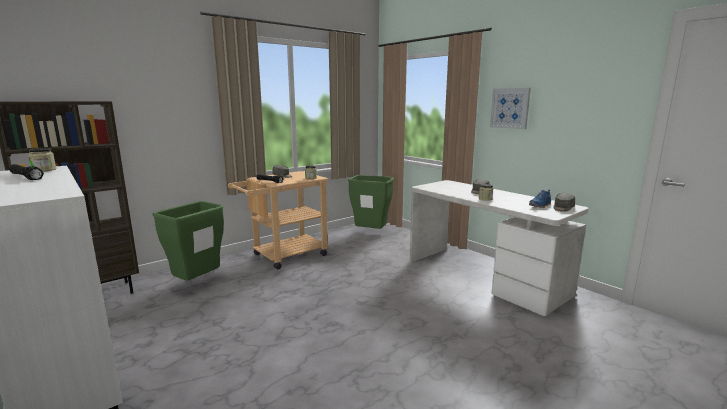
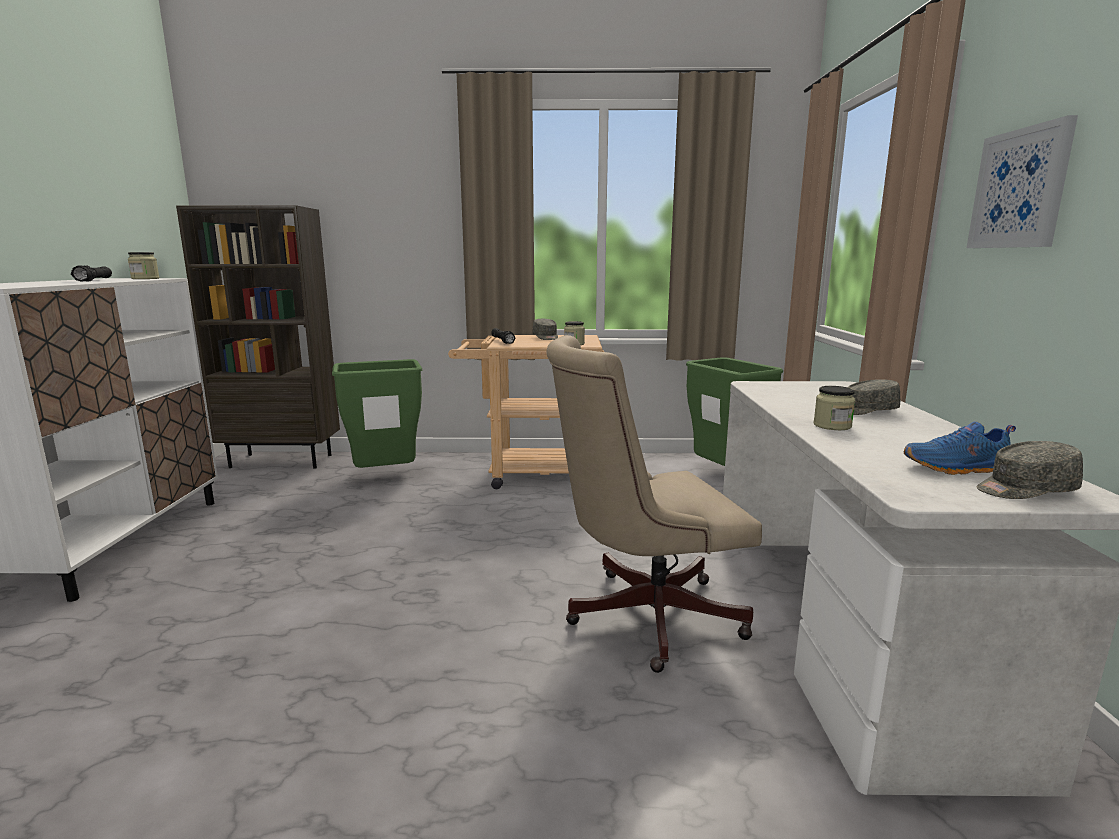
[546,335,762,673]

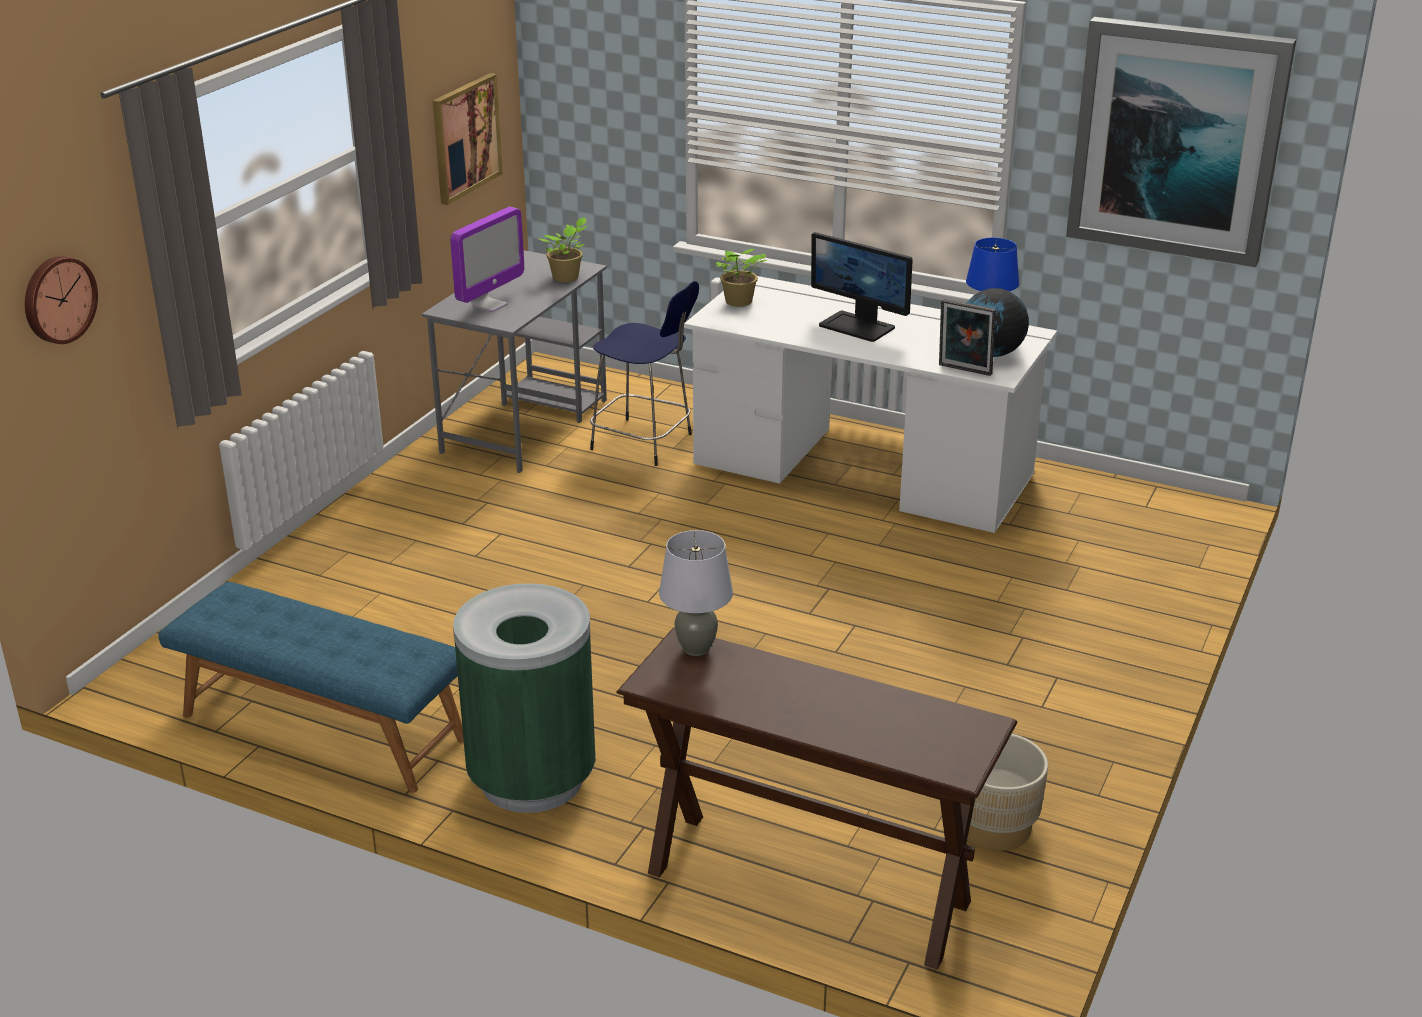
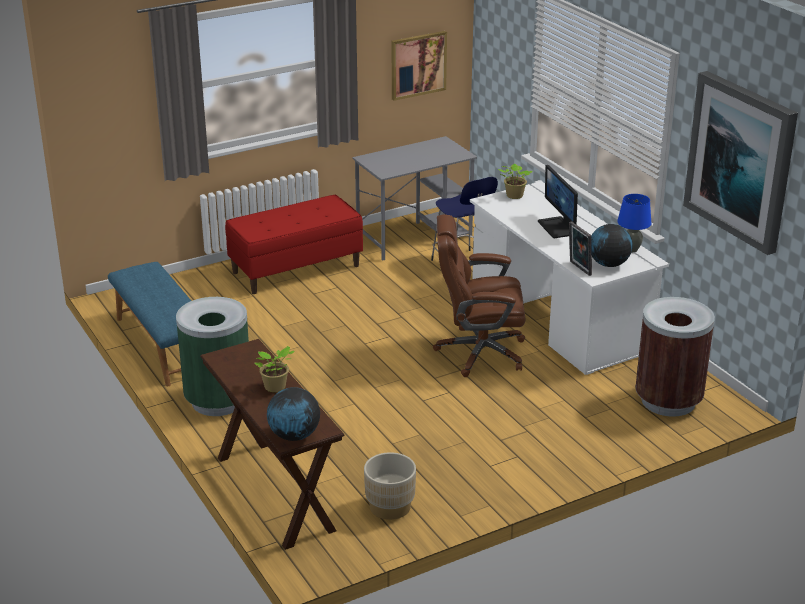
[25,256,98,344] (first image)
[450,207,524,312] (first image)
[254,346,295,392]
[659,530,733,656] (first image)
[225,195,363,294]
[267,387,320,441]
[433,214,525,377]
[635,297,715,417]

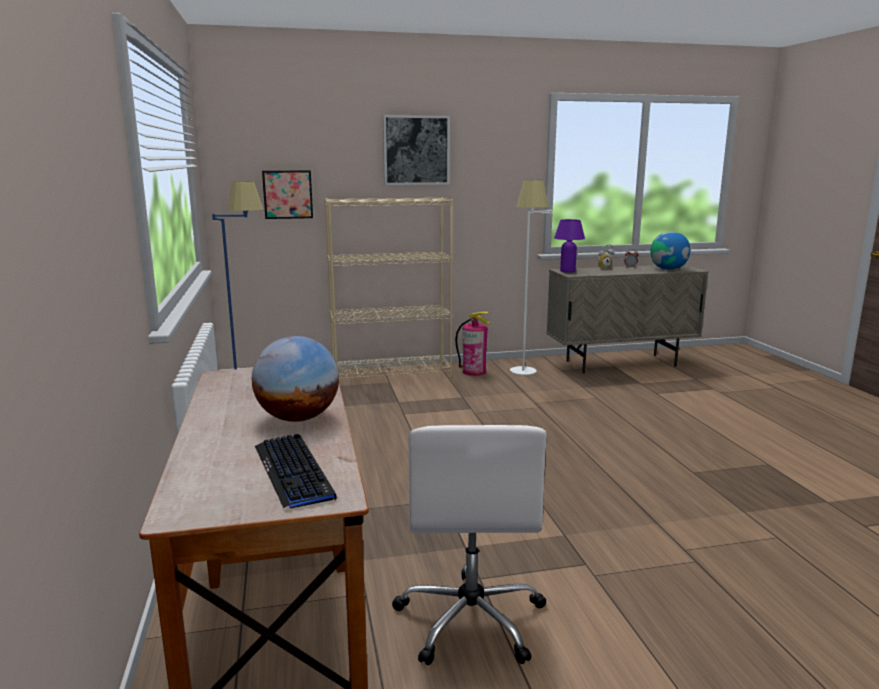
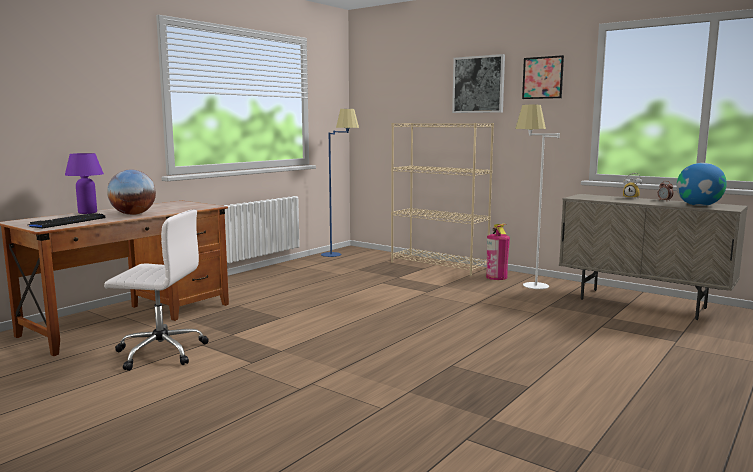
[522,55,564,99]
[104,210,209,371]
[65,153,104,214]

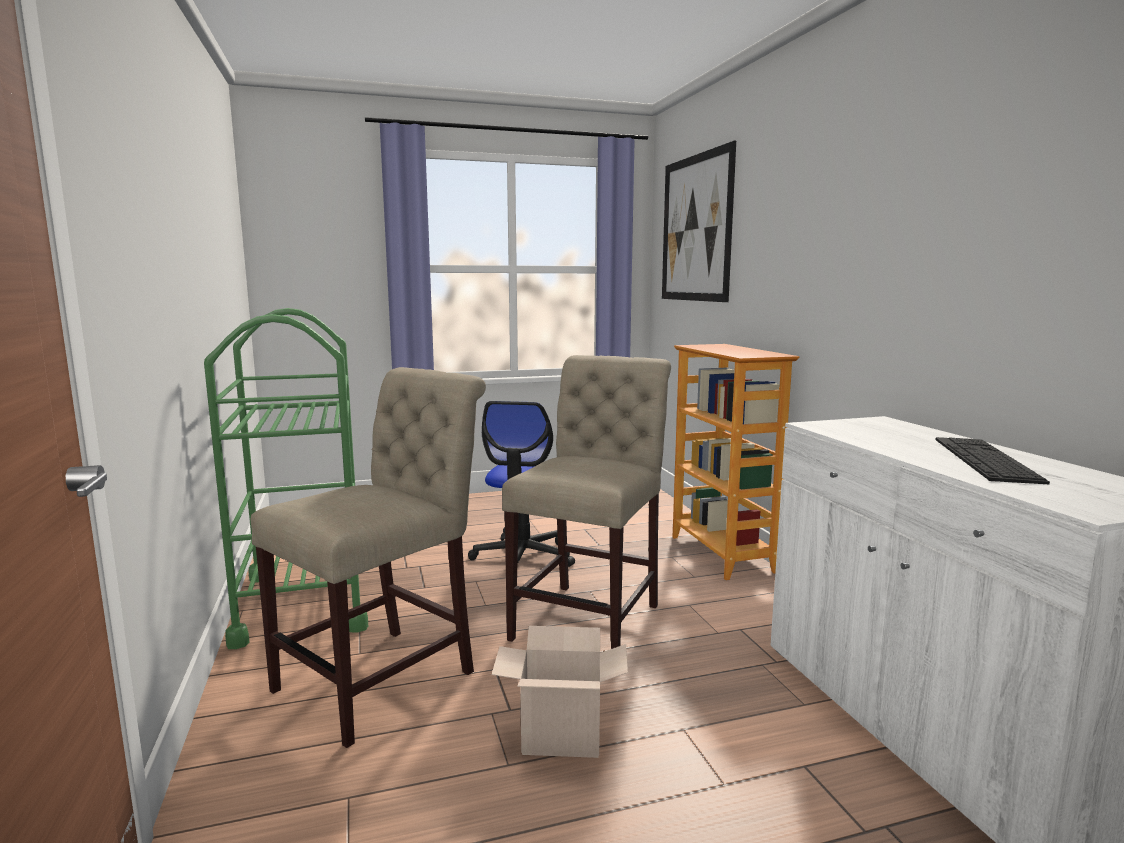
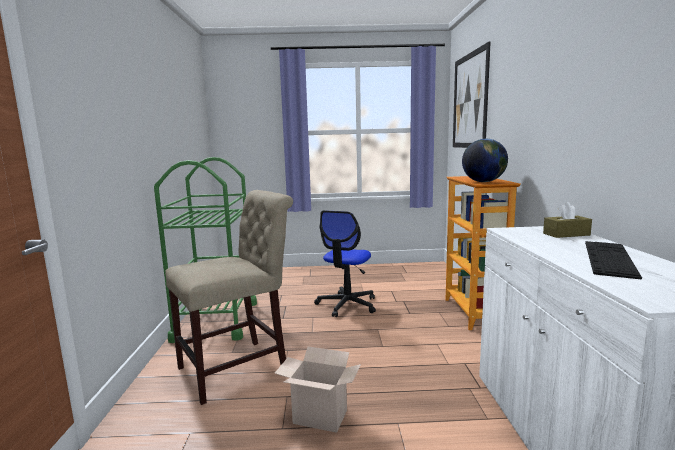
[502,355,671,649] (first image)
[462,139,508,182]
[543,202,592,238]

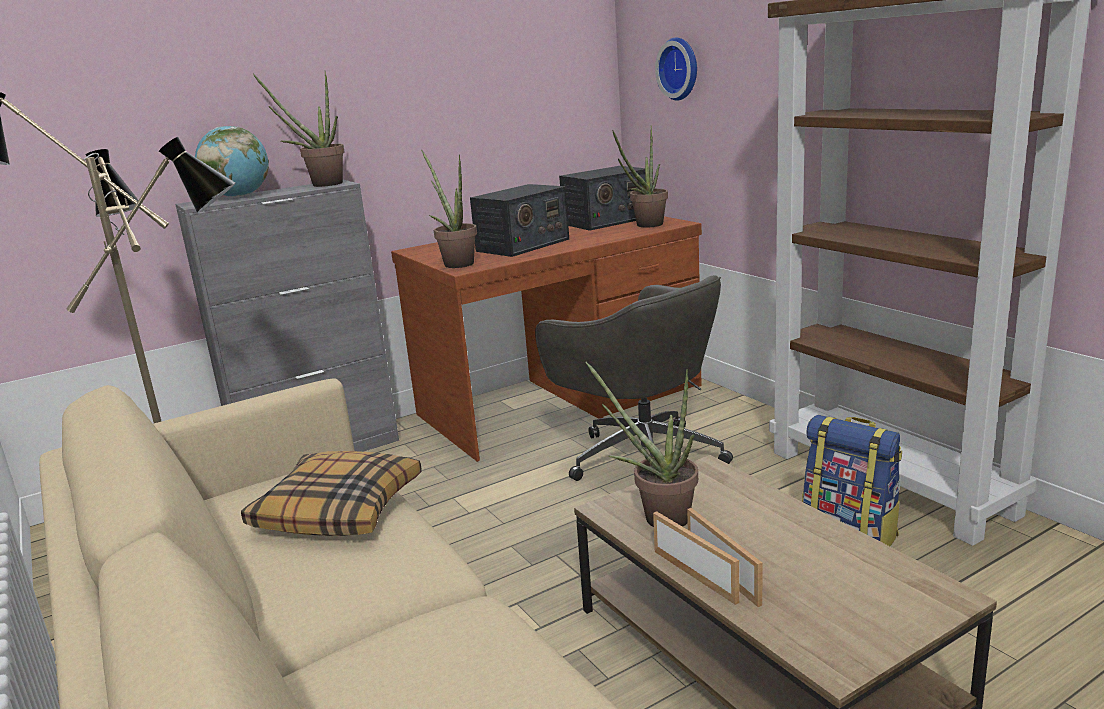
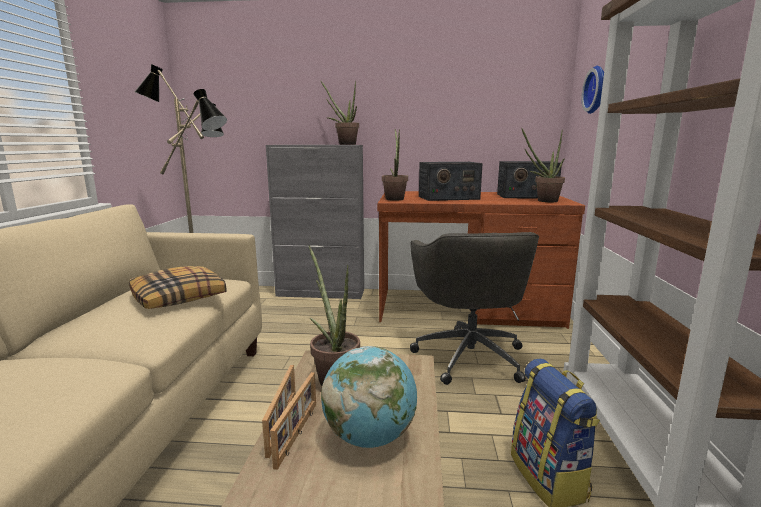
[321,346,417,448]

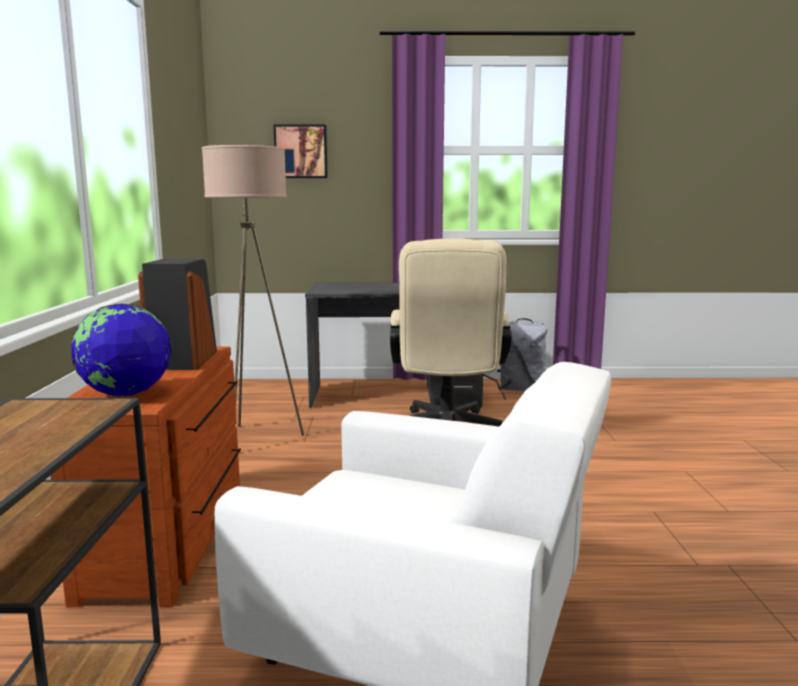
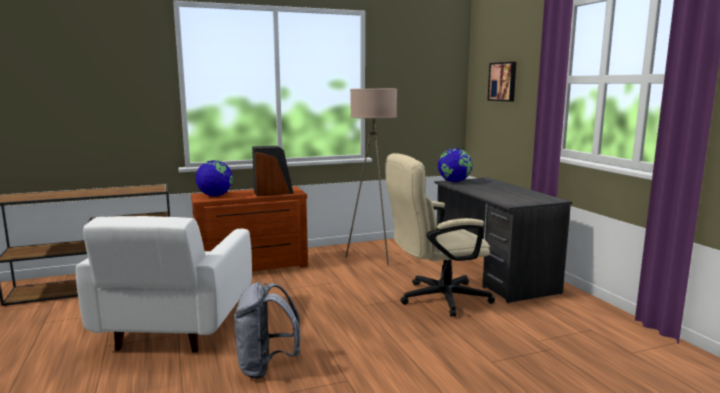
[233,282,301,379]
[438,148,472,182]

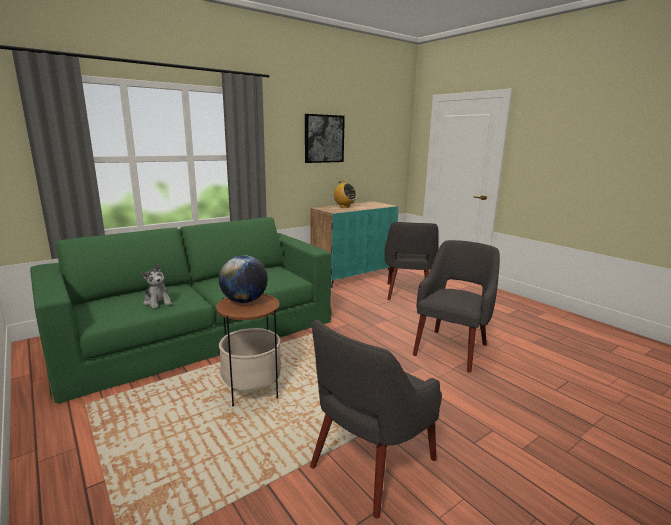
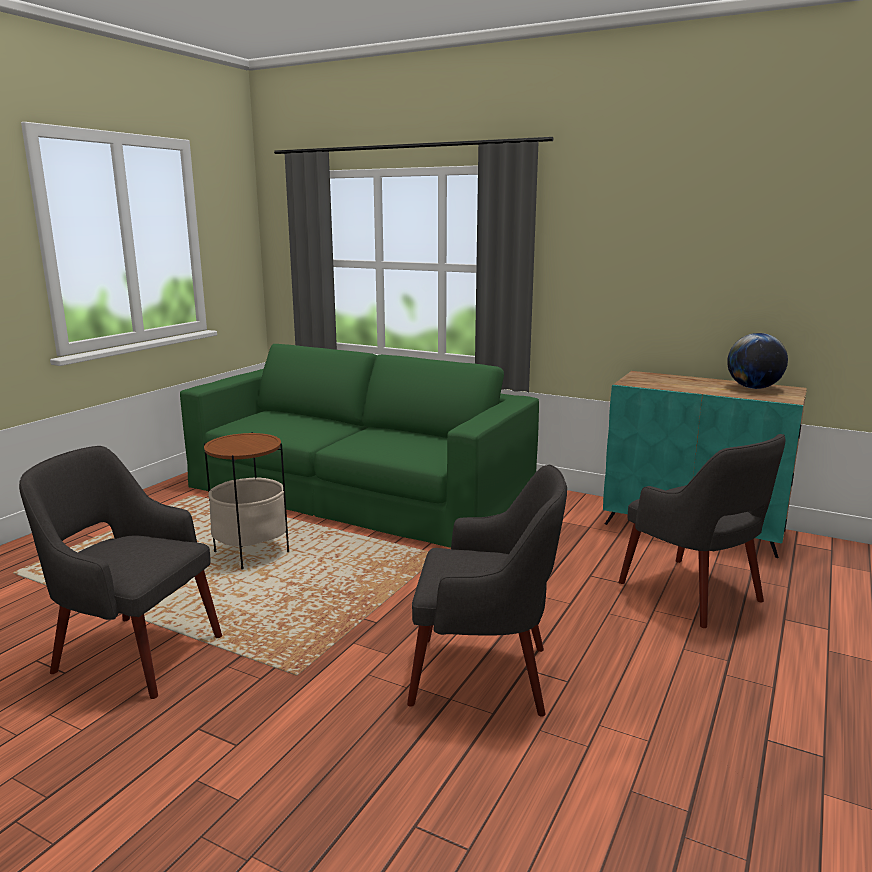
[141,264,172,309] (first image)
[727,333,788,389]
[305,114,345,163] (first image)
[333,180,357,208] (first image)
[619,434,786,628]

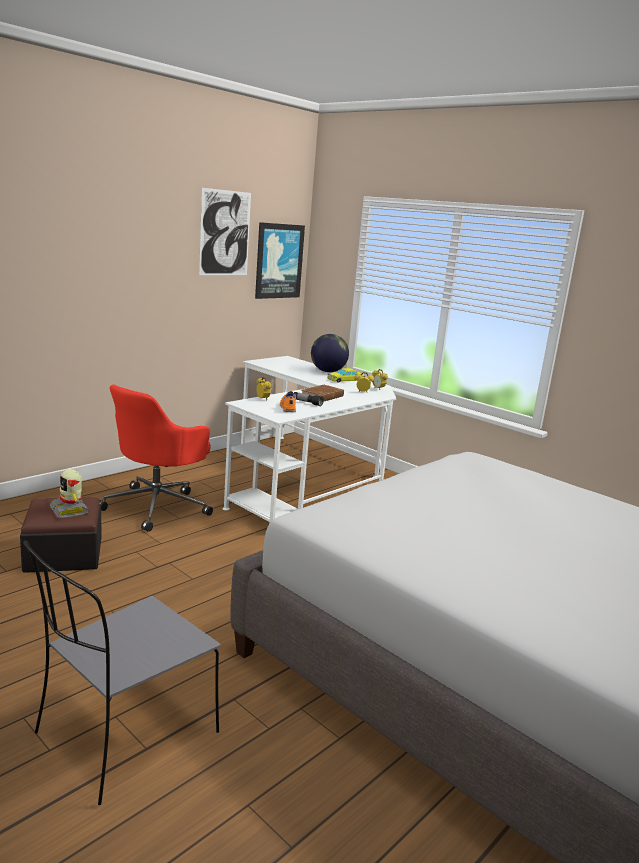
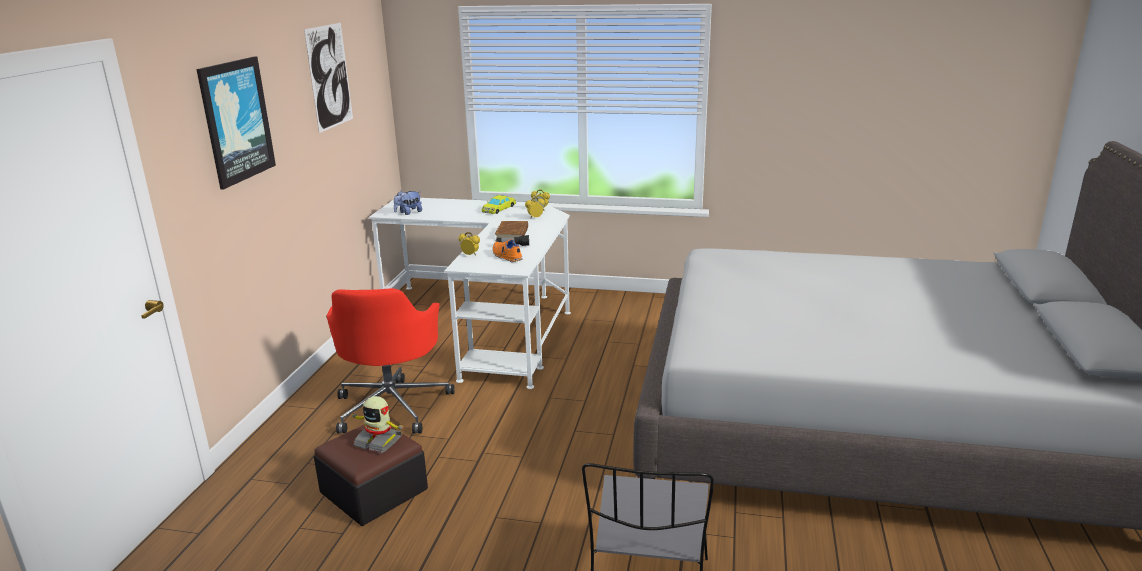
[196,56,276,190]
[311,334,349,372] (first image)
[394,191,422,215]

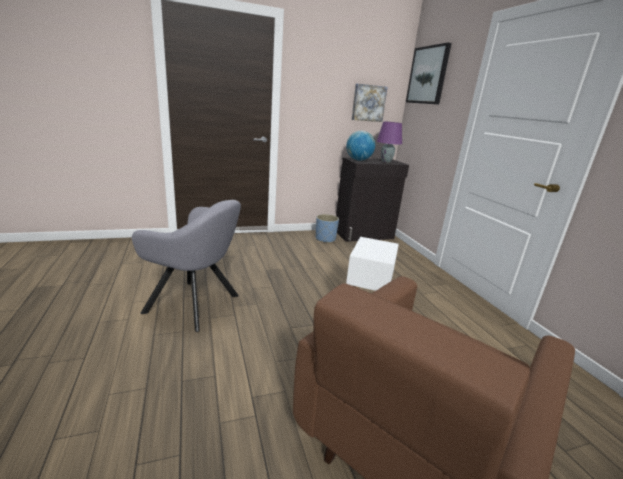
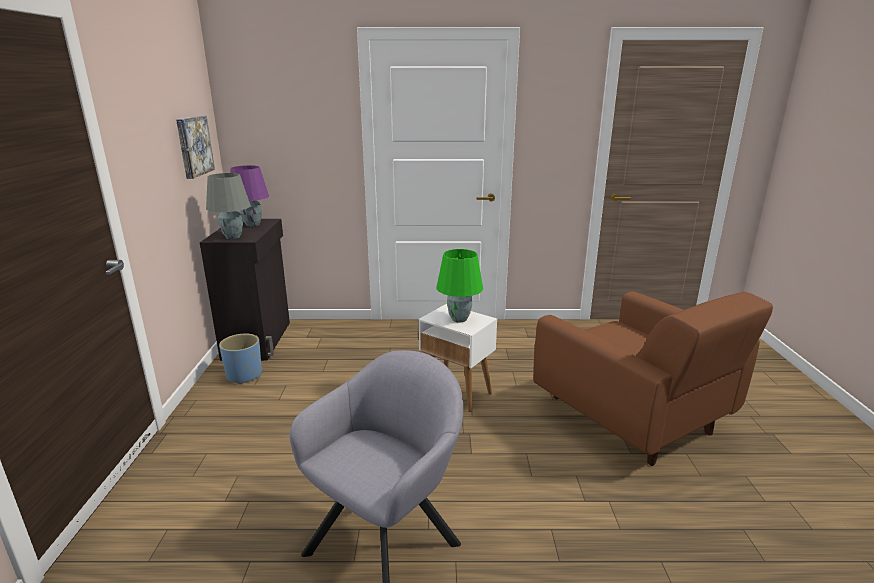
[206,173,251,239]
[406,43,452,105] (first image)
[437,249,483,322]

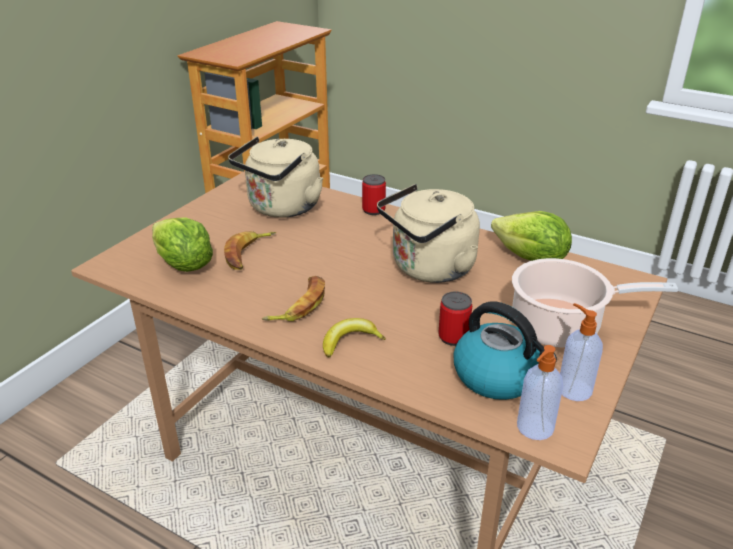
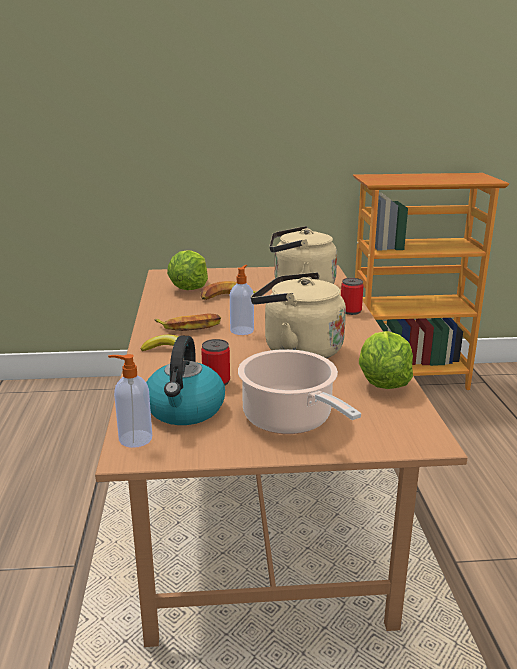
[230,265,254,335]

